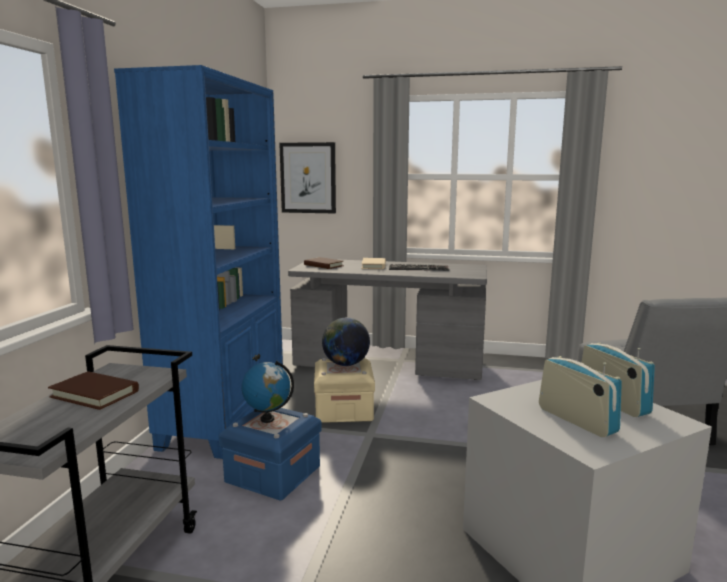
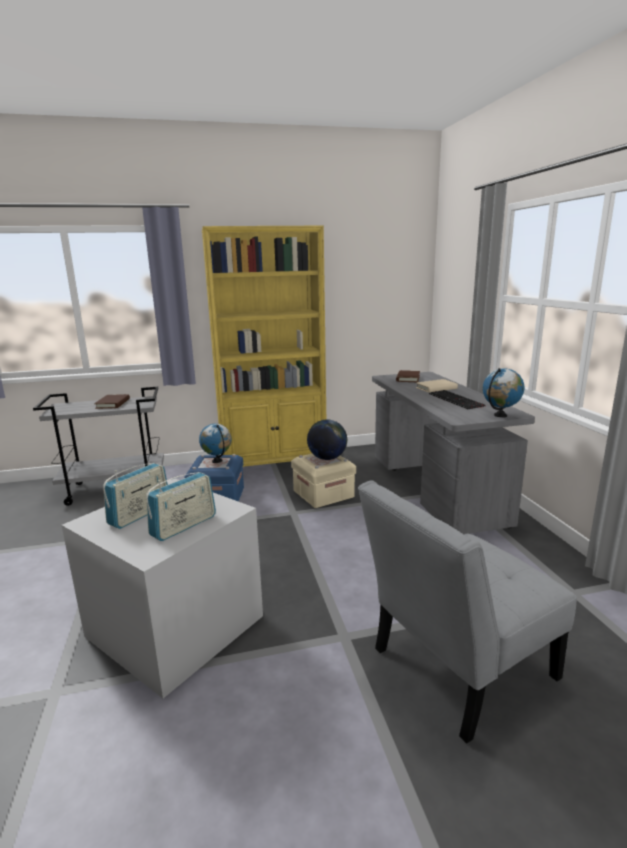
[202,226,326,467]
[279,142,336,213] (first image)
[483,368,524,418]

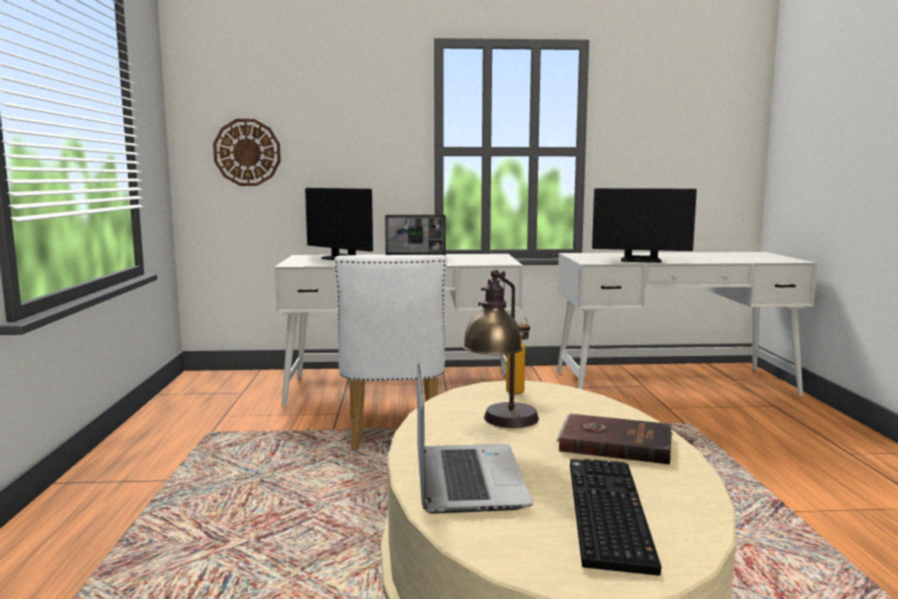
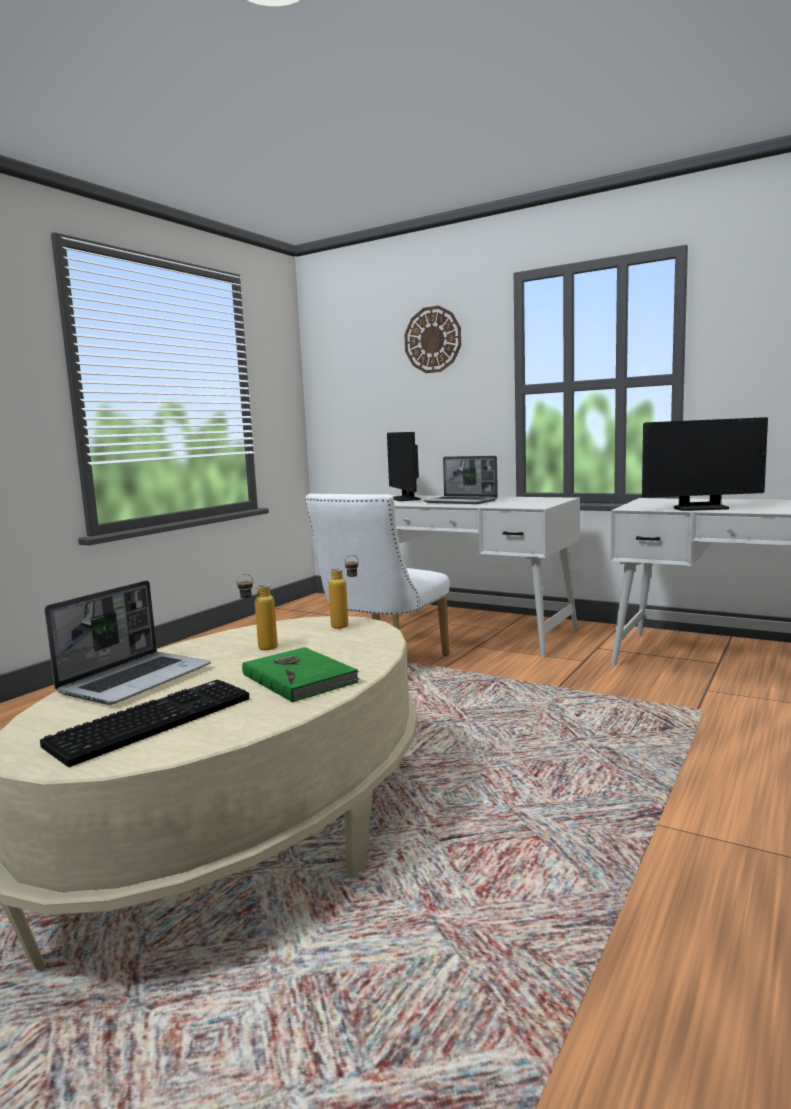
[404,306,461,373]
[236,574,278,650]
[242,647,360,702]
[642,417,768,511]

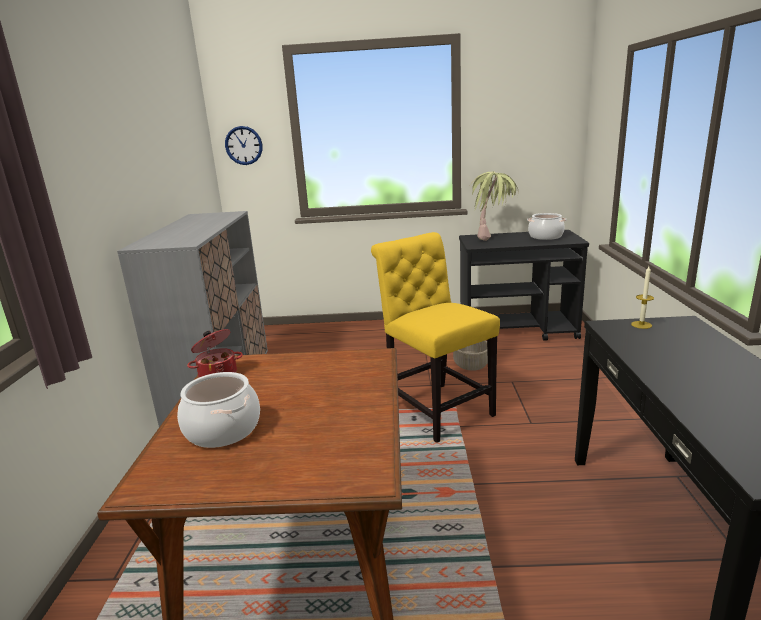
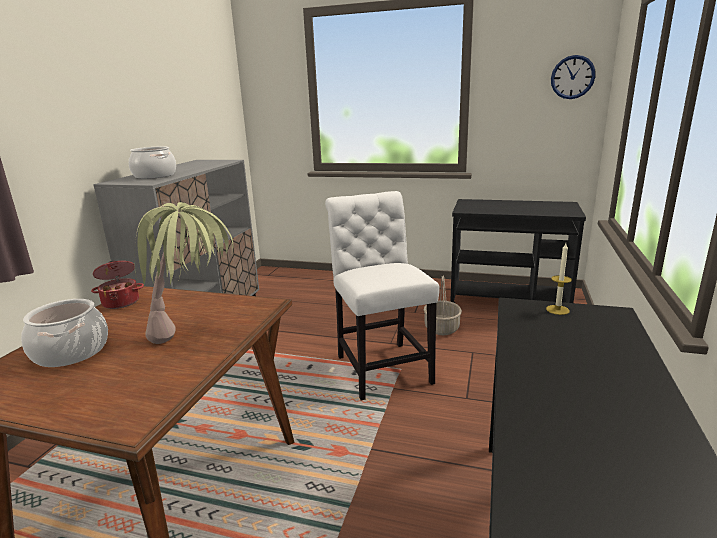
[551,55,596,99]
[325,191,440,400]
[134,202,233,344]
[129,146,176,179]

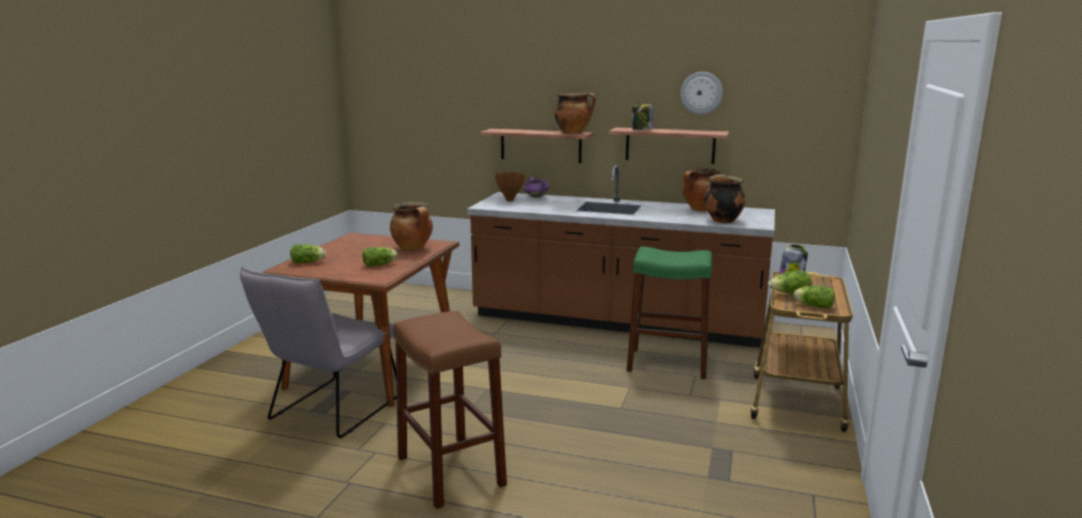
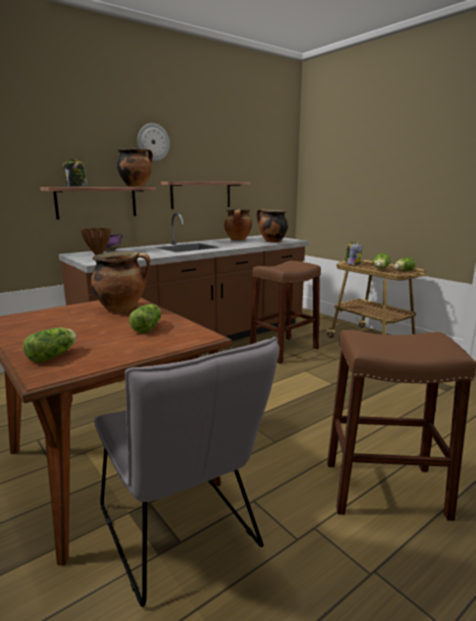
[250,261,321,364]
[63,159,87,187]
[137,123,170,161]

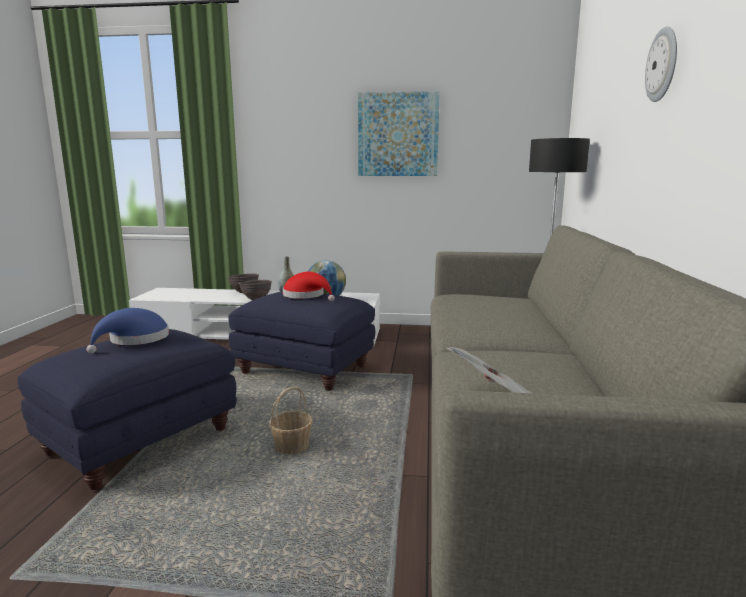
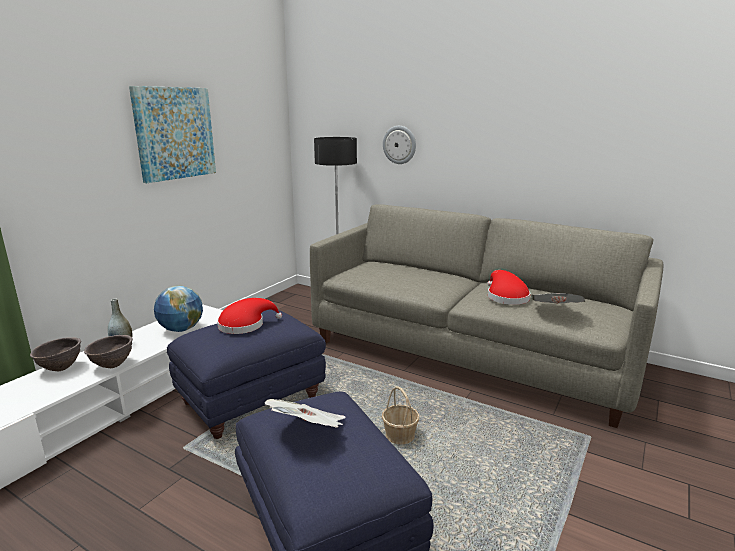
[264,399,345,428]
[383,126,416,164]
[487,270,530,305]

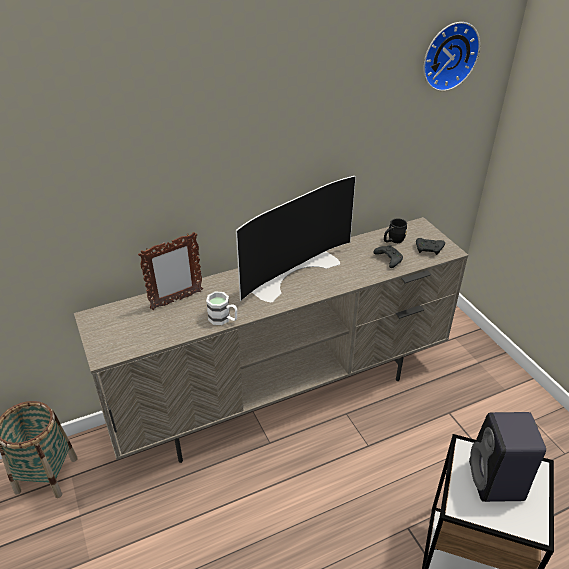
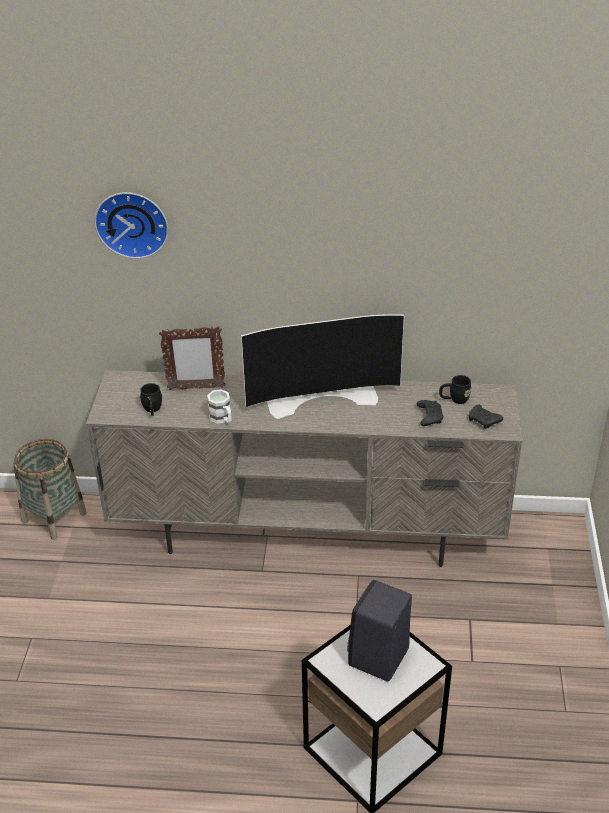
[94,192,169,259]
[140,383,162,416]

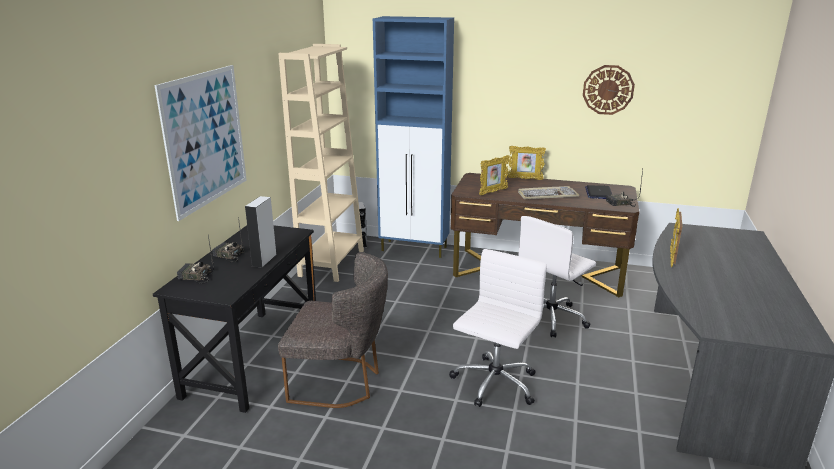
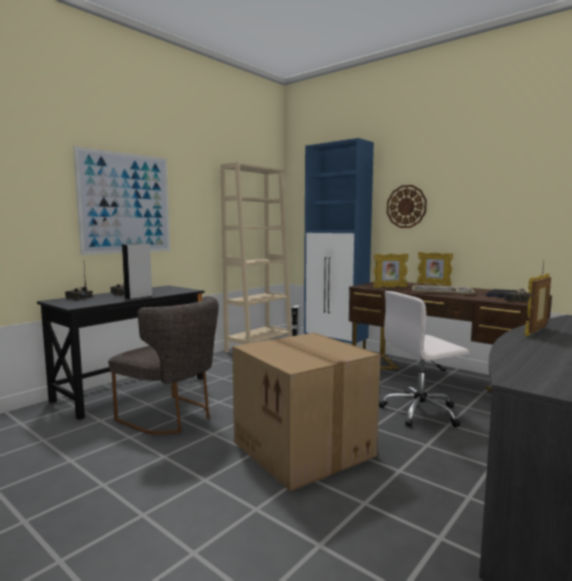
[232,333,381,491]
[387,185,427,228]

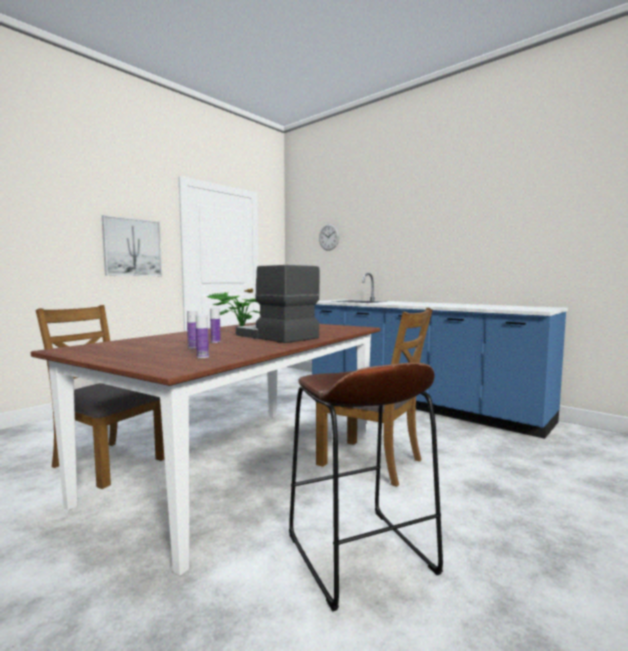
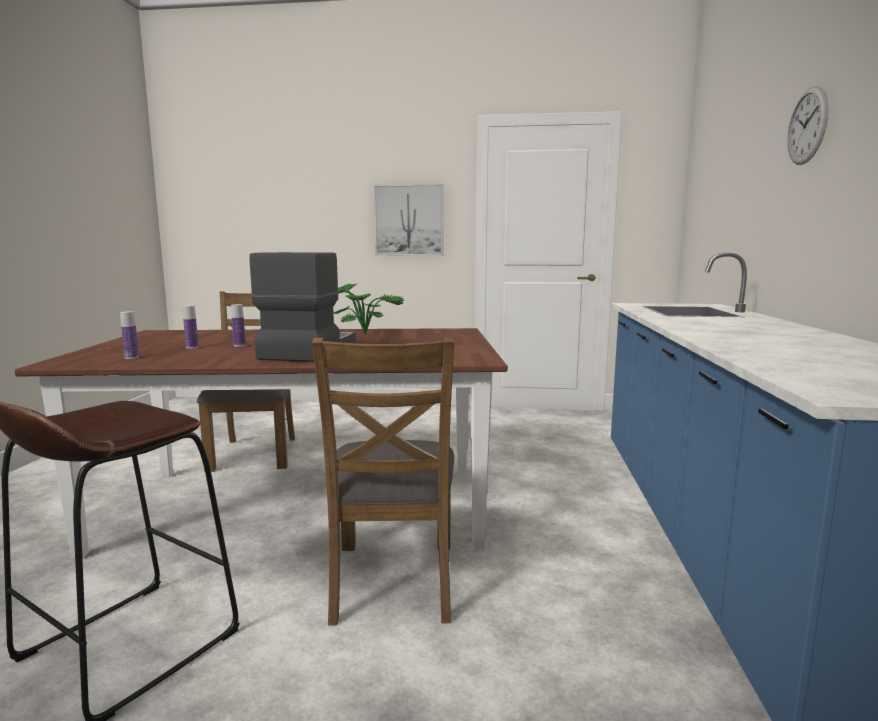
[787,86,829,165]

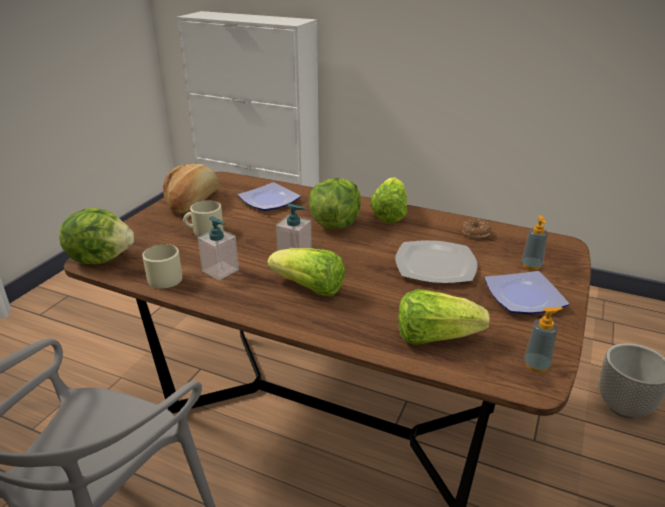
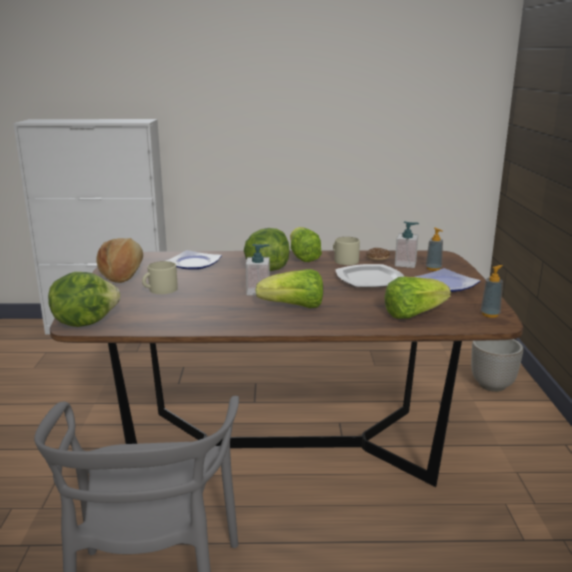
[333,237,360,265]
[395,222,419,268]

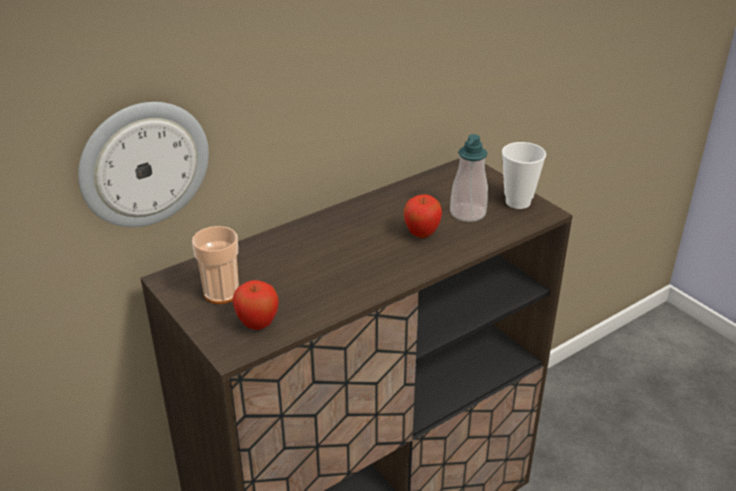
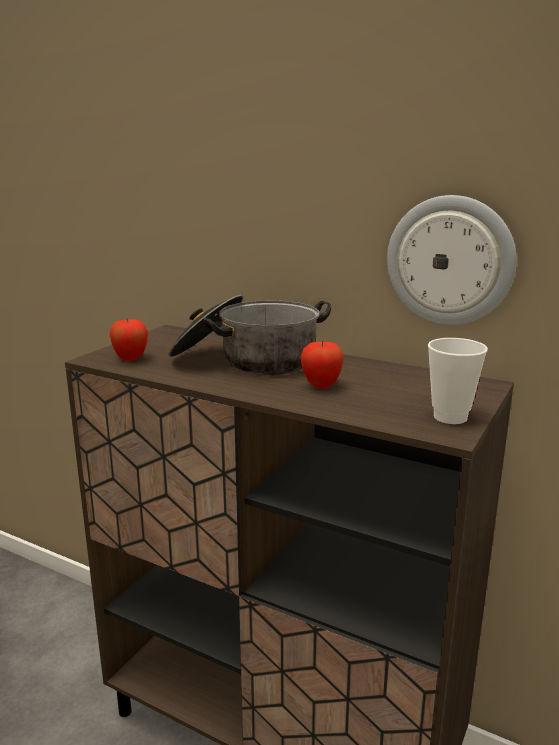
[387,195,517,325]
[192,226,239,304] (first image)
[450,134,488,222] (first image)
[168,295,331,375]

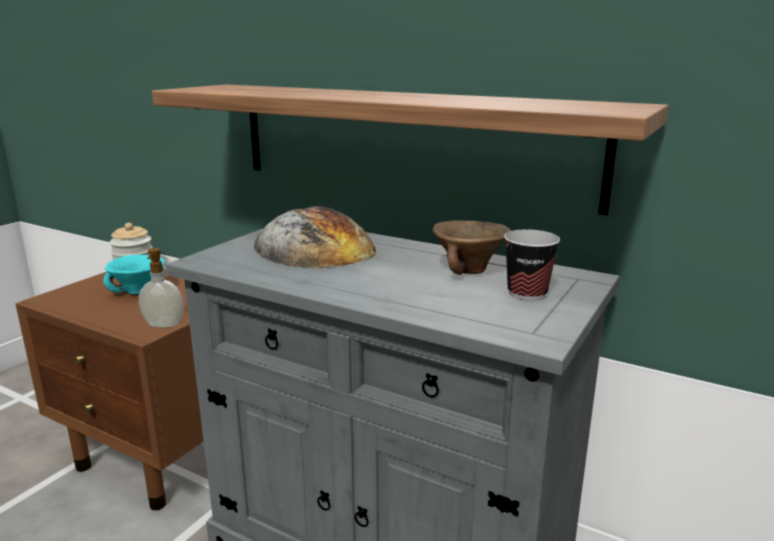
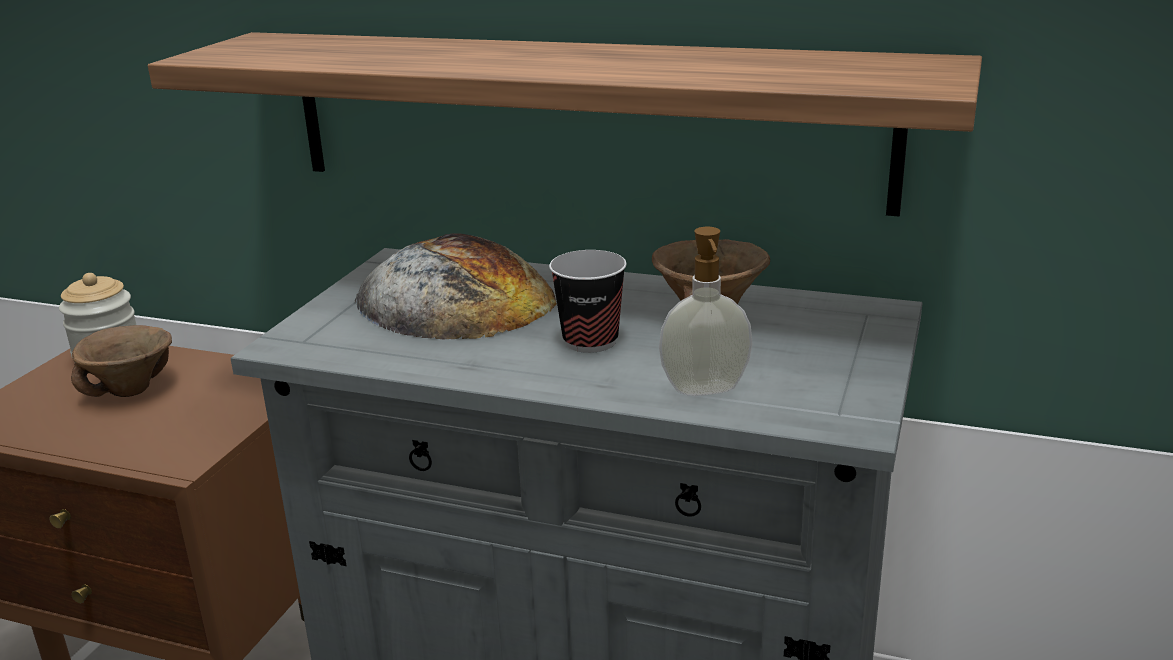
[71,325,172,397]
[659,227,752,396]
[549,250,627,353]

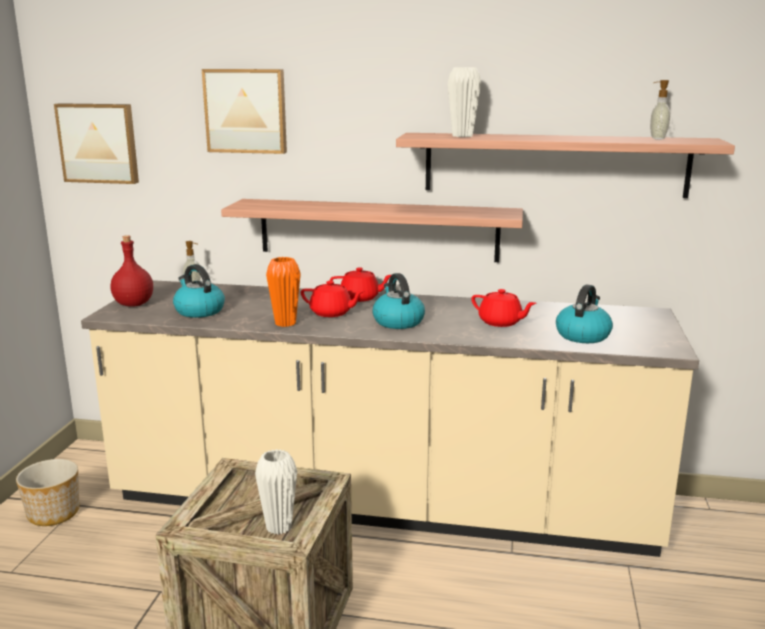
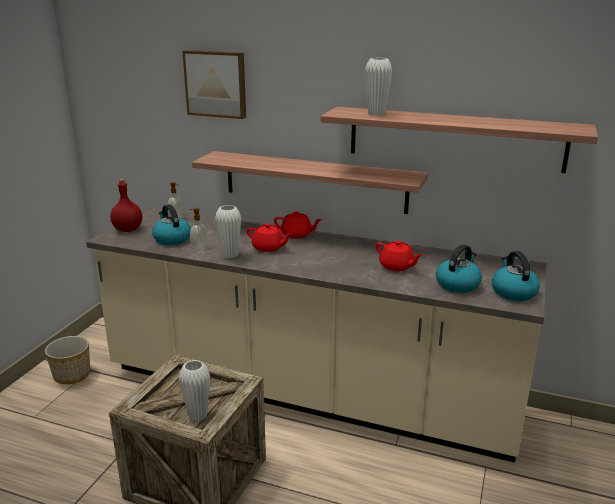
[54,103,139,184] (first image)
[215,205,241,259]
[492,251,540,301]
[189,208,207,249]

